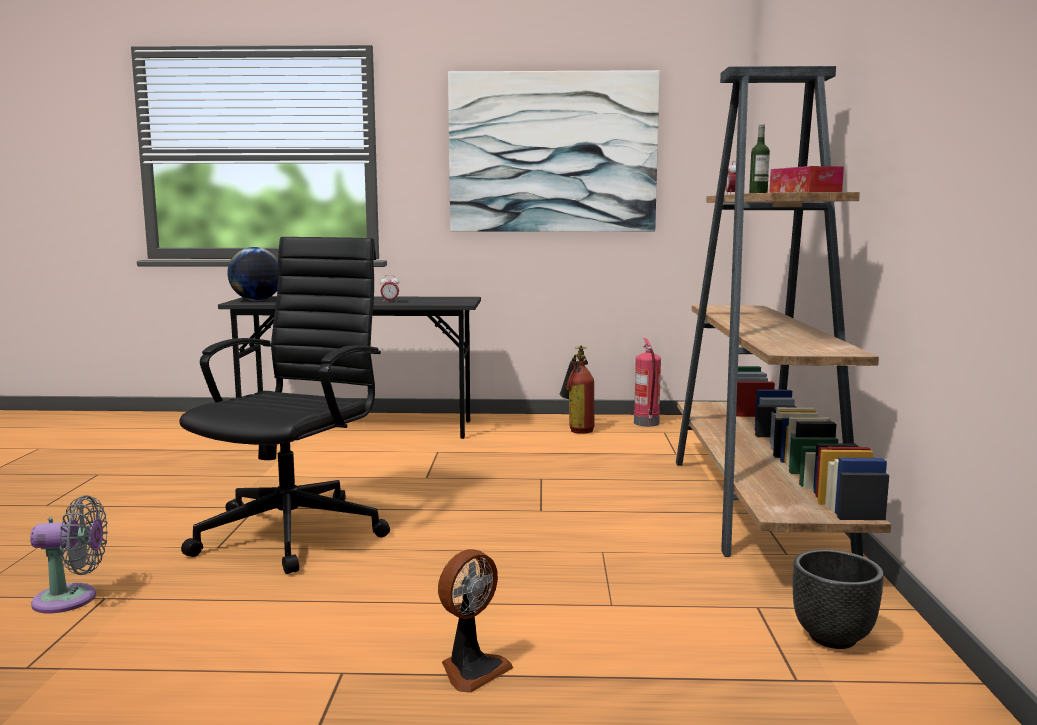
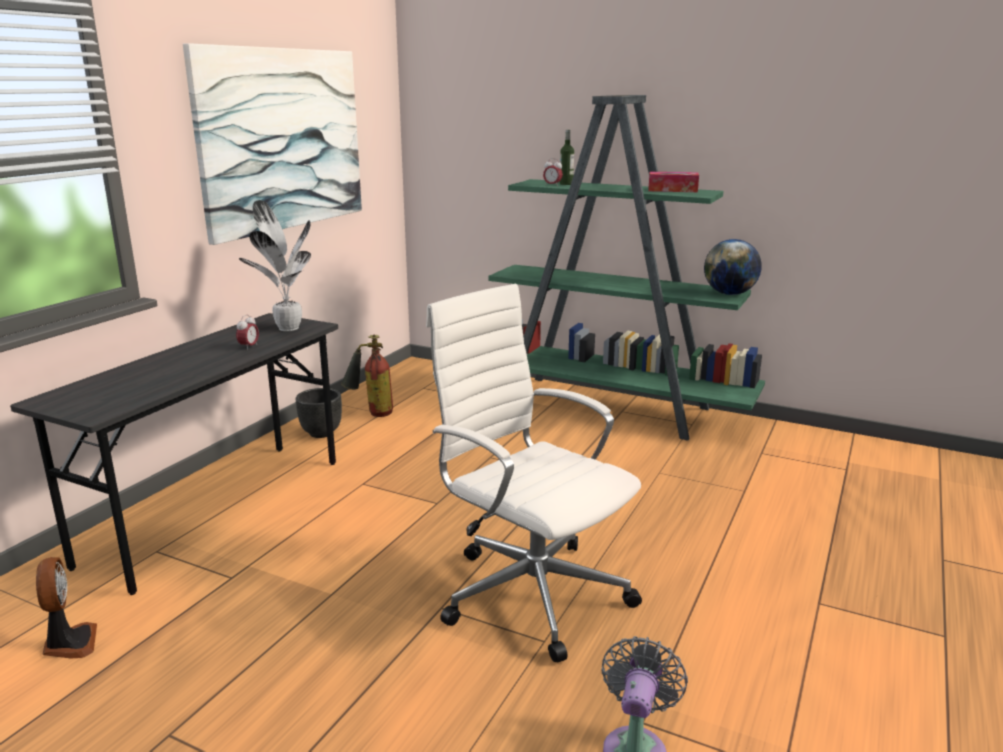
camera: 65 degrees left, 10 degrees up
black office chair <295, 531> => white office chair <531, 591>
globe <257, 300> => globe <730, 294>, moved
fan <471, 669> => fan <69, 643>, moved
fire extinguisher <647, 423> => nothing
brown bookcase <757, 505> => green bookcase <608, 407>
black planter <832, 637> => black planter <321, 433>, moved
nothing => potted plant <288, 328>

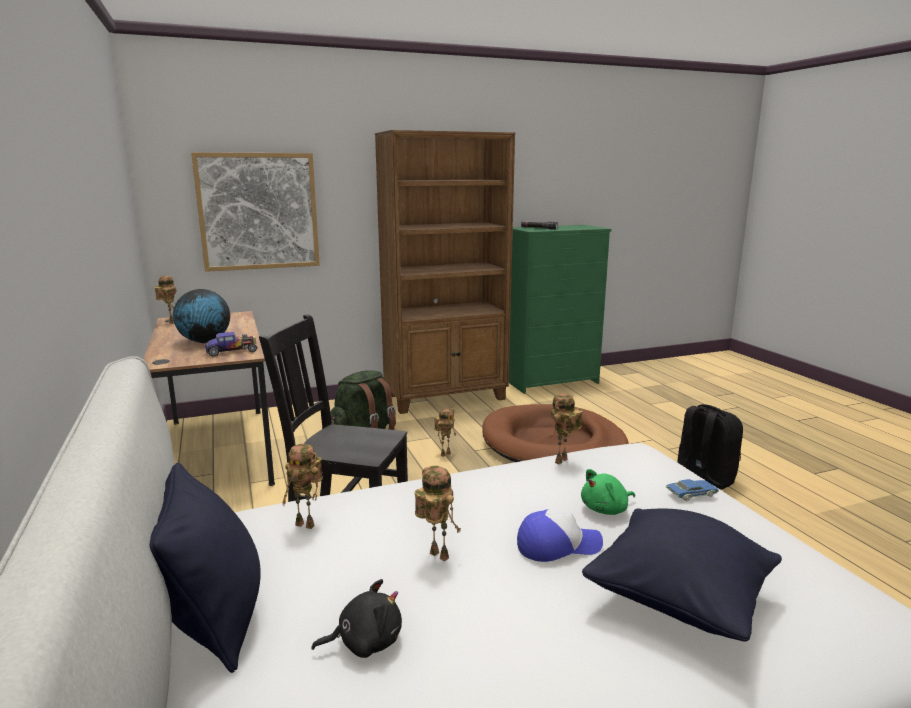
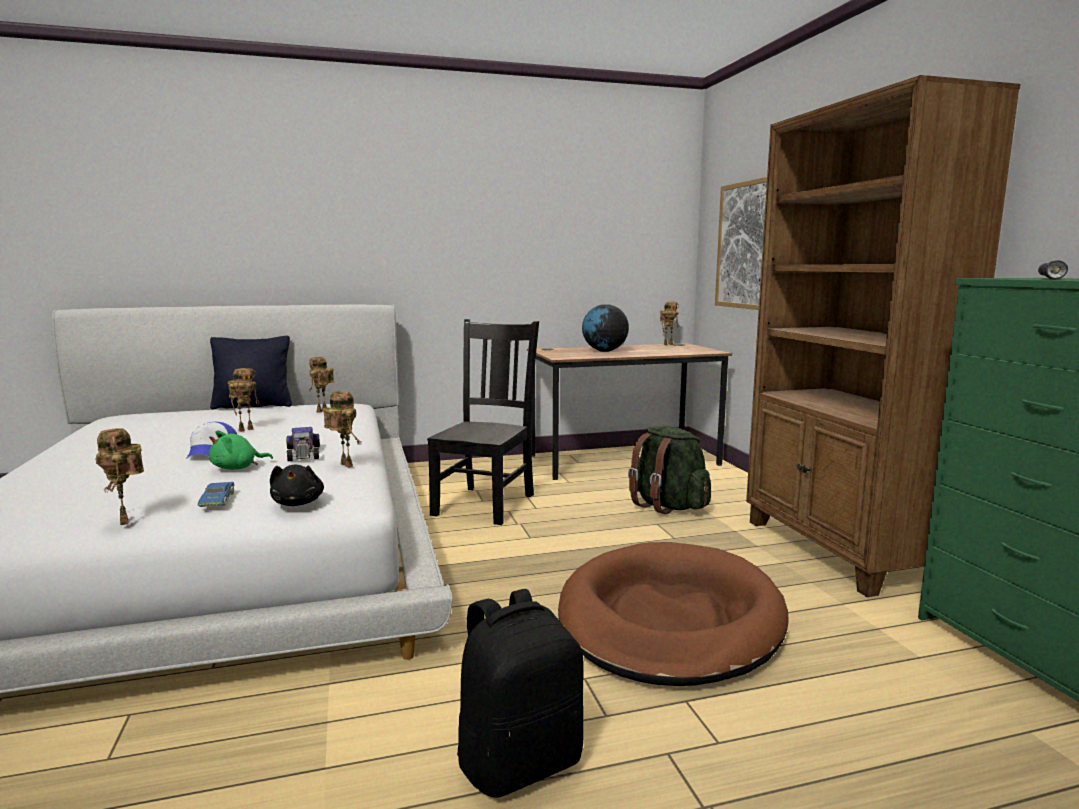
camera: 95 degrees right, 5 degrees down
toy car <232, 351> => toy car <303, 453>, moved
black plush toy <365, 642> => black plush toy <298, 503>, moved
toy robot <445, 454> => toy robot <127, 521>, moved
green plush toy <606, 509> => green plush toy <237, 468>, 105 degrees counterclockwise
black pillow <678, 602> => nothing

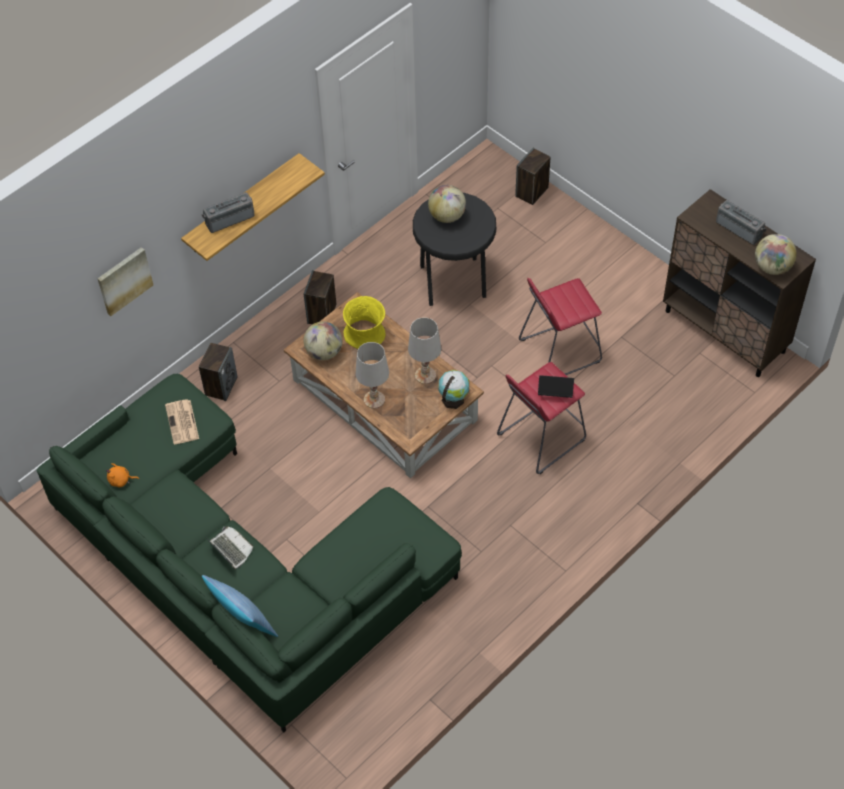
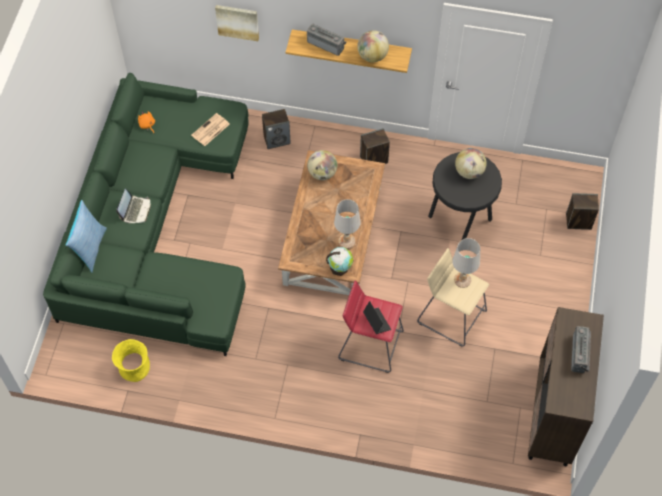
camera: 55 degrees right, 5 degrees up
yellow vase <365, 335> => yellow vase <134, 367>, moved
white table lamp <374, 399> => white table lamp <462, 280>, moved
red stool <559, 351> => beige stool <451, 316>
globe <772, 267> => globe <372, 56>, moved

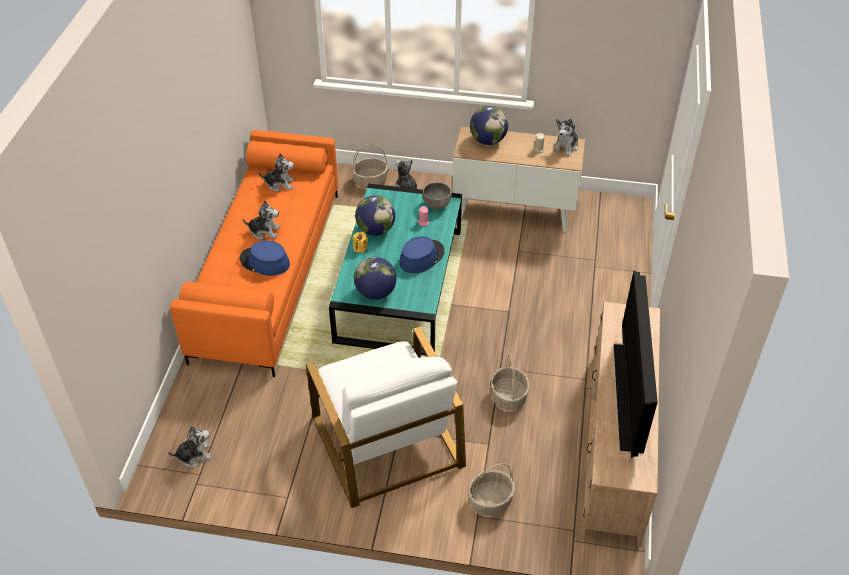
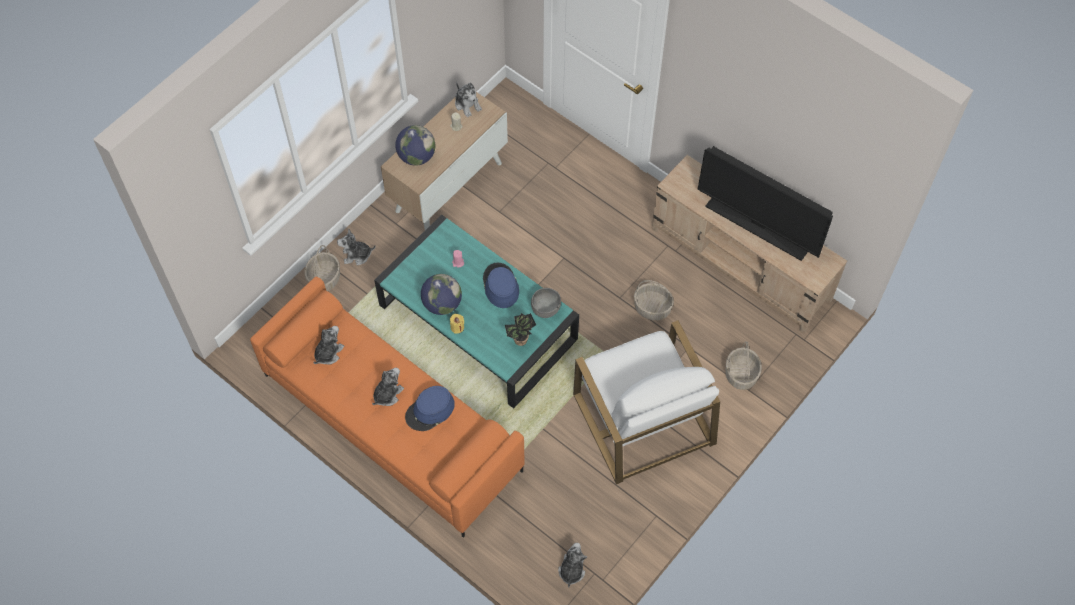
camera: 60 degrees left, 15 degrees up
white armchair <386, 440> => white armchair <642, 417>, 60 degrees clockwise
globe <375, 293> => potted plant <520, 341>
grey bowl <437, 205> => grey bowl <546, 309>, moved

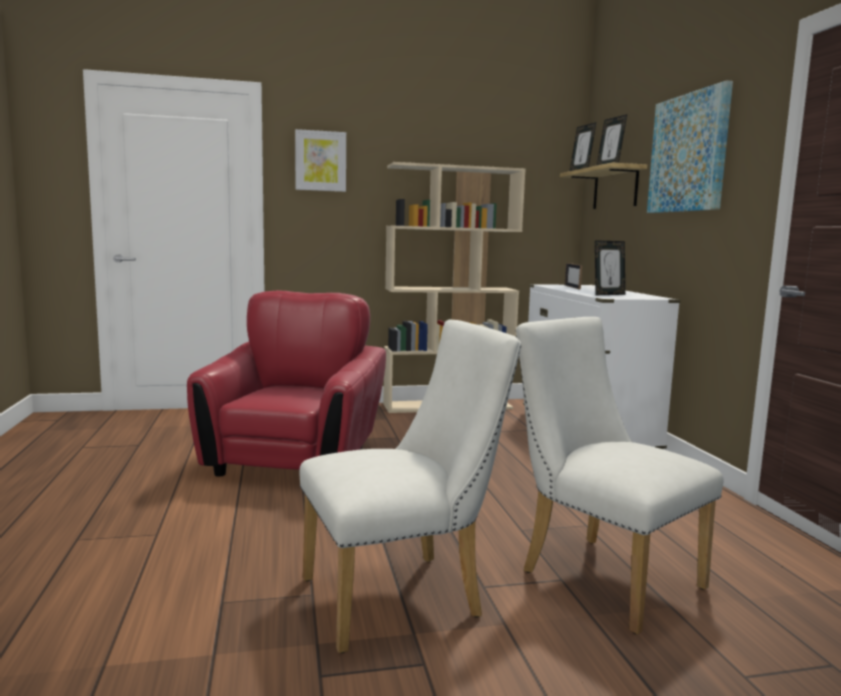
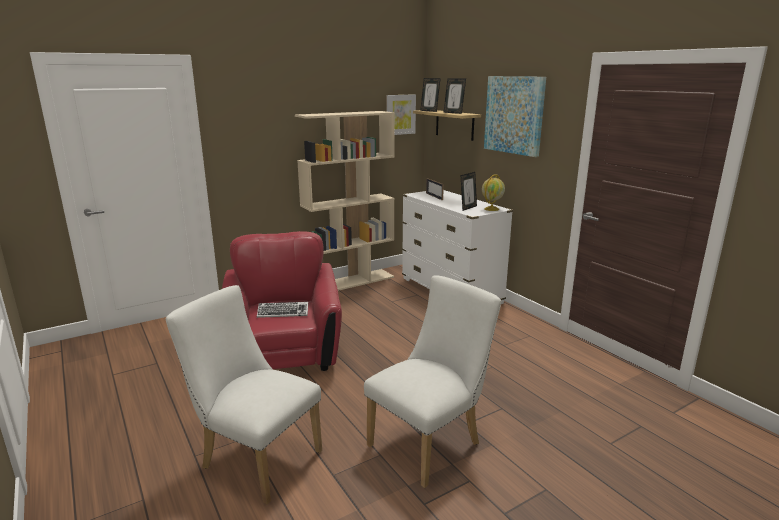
camera: 20 degrees left, 10 degrees up
picture <320, 161> => picture <400, 114>, moved
white chair <600, 575> => white chair <255, 457>, moved
nothing => keyboard <283, 313>
nothing => globe <491, 209>

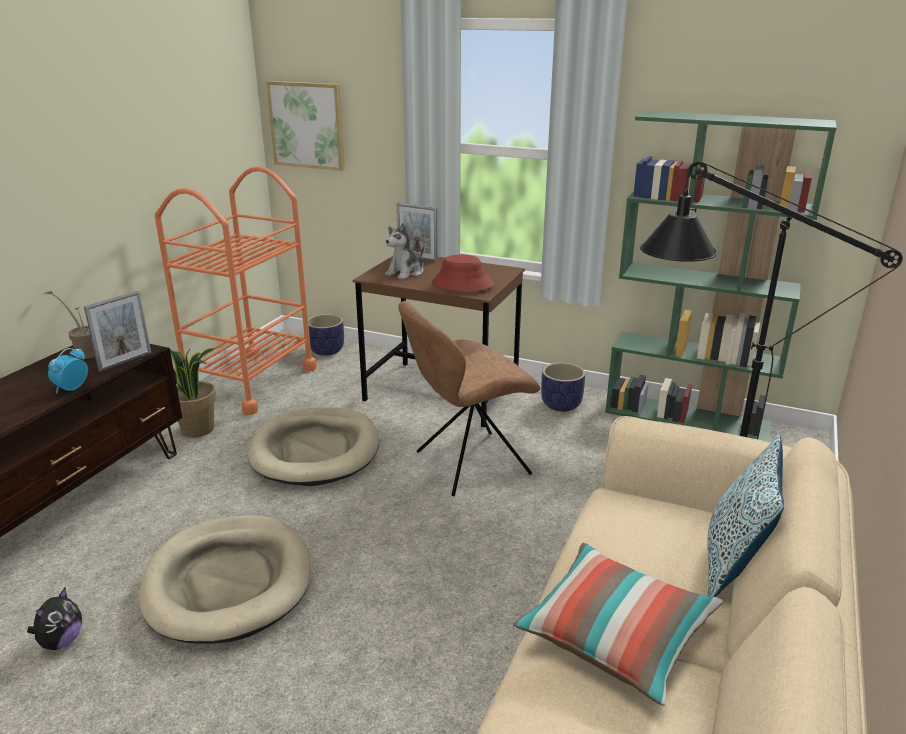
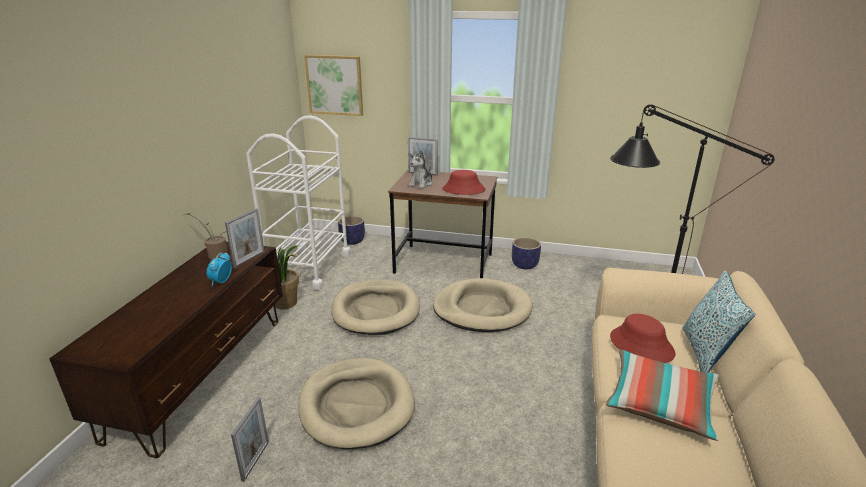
camera: 10 degrees left, 0 degrees up
plush toy <61, 641> => picture frame <255, 461>
orange cart <251, 382> => white cart <309, 267>
brown chair <468, 464> => beige dog bed <482, 309>
green bookcase <687, 417> => nothing
nothing => red hat <641, 345>

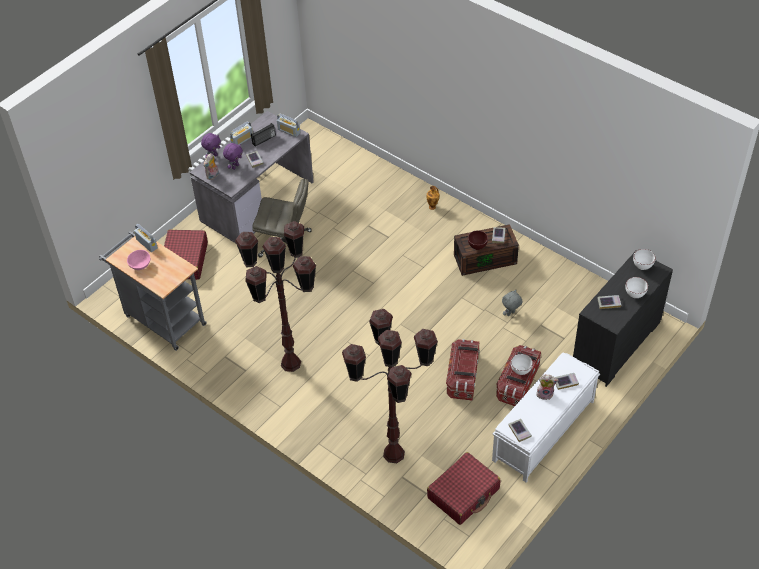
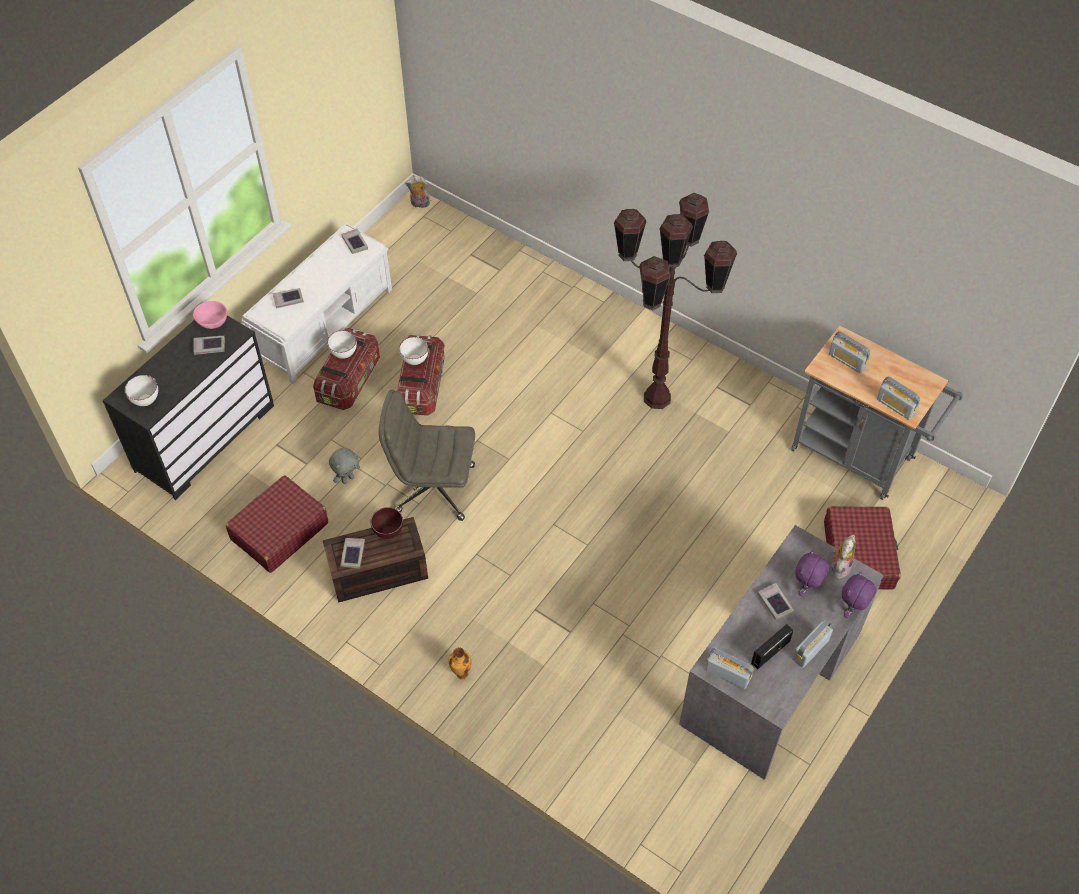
camera: 175 degrees right, 5 degrees up
pink bowl <140, 264> => pink bowl <213, 322>, moved
grey office chair <286, 244> => grey office chair <433, 489>, moved
brown floor lamp <393, 454> => nothing
red suitcase <463, 493> => red suitcase <279, 531>, moved
plush toy <545, 394> => plush toy <419, 204>, moved
white bowl <635, 295> => white bowl <415, 361>, moved
nothing => radio <847, 360>

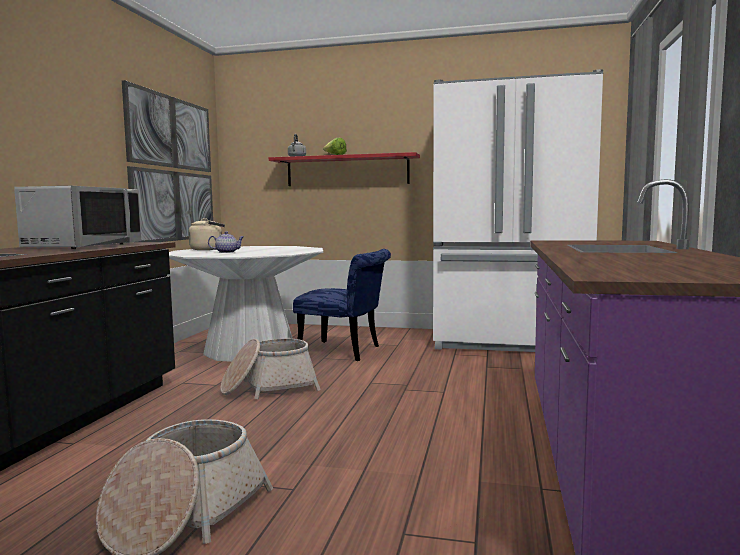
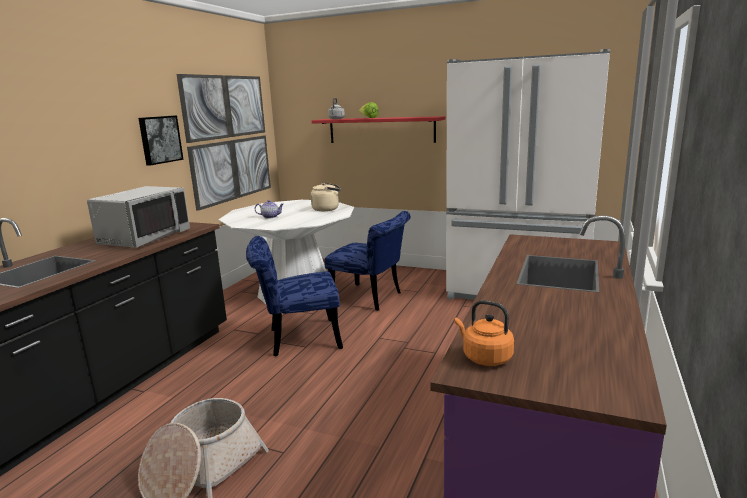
camera: 10 degrees right, 10 degrees up
beige kettle <208, 249> => beige kettle <327, 209>, moved
basket <269, 387> => blue chair <297, 339>
nothing => picture <159, 139>
nothing => orange kettle <484, 357>

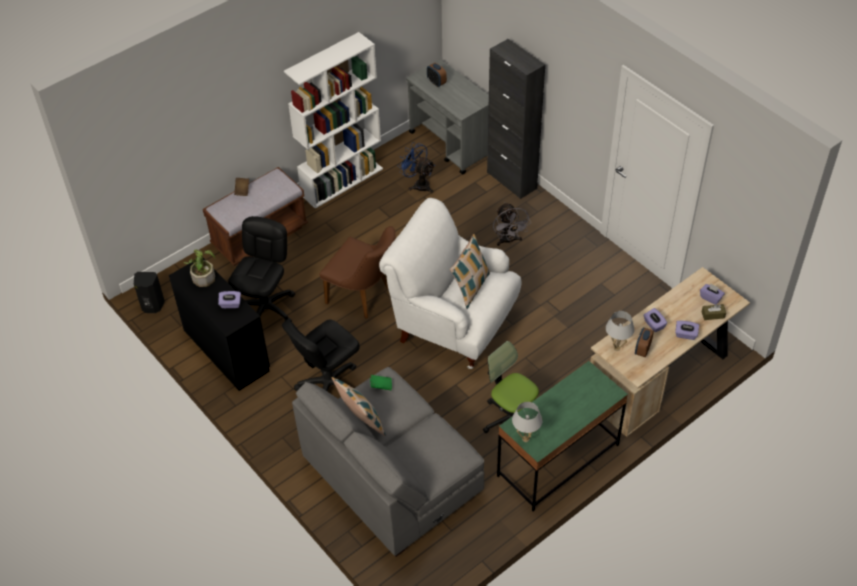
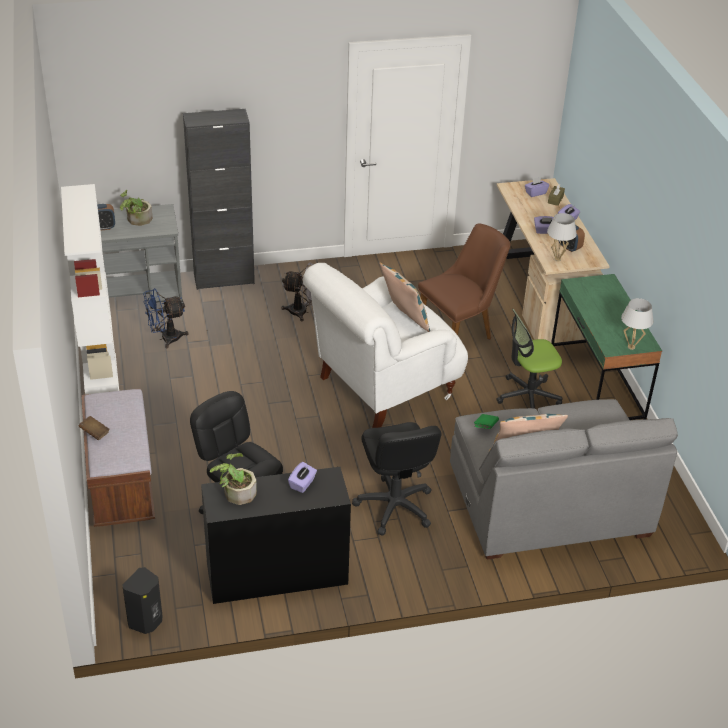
camera: 65 degrees left, 10 degrees down
brown chair <364, 296> => brown chair <461, 331>, moved
nothing => potted plant <136, 220>

